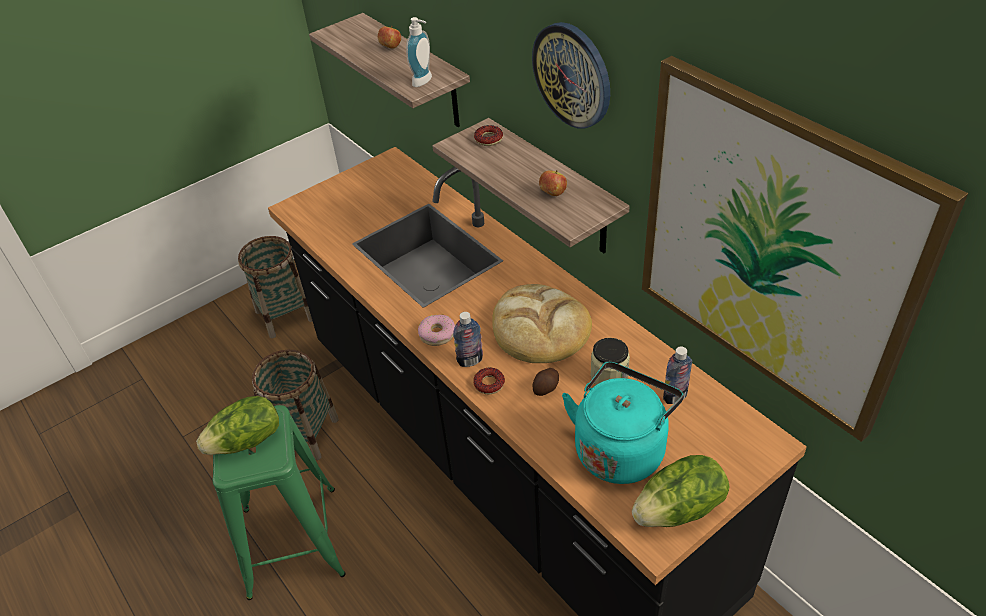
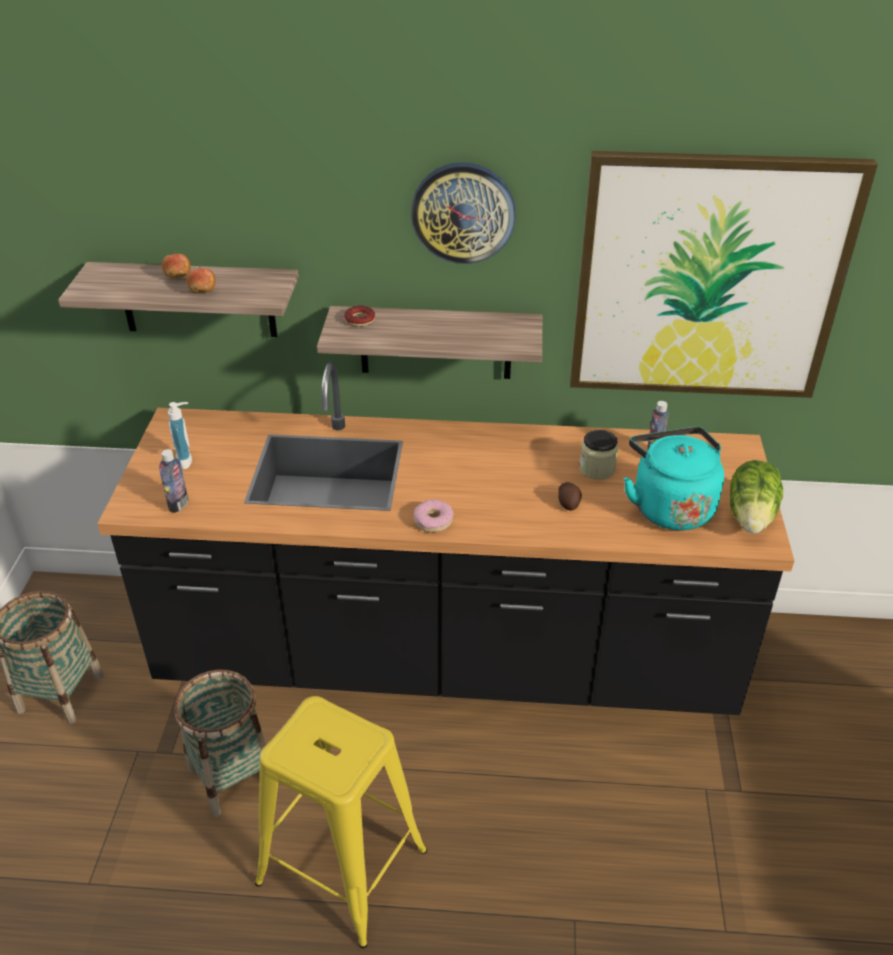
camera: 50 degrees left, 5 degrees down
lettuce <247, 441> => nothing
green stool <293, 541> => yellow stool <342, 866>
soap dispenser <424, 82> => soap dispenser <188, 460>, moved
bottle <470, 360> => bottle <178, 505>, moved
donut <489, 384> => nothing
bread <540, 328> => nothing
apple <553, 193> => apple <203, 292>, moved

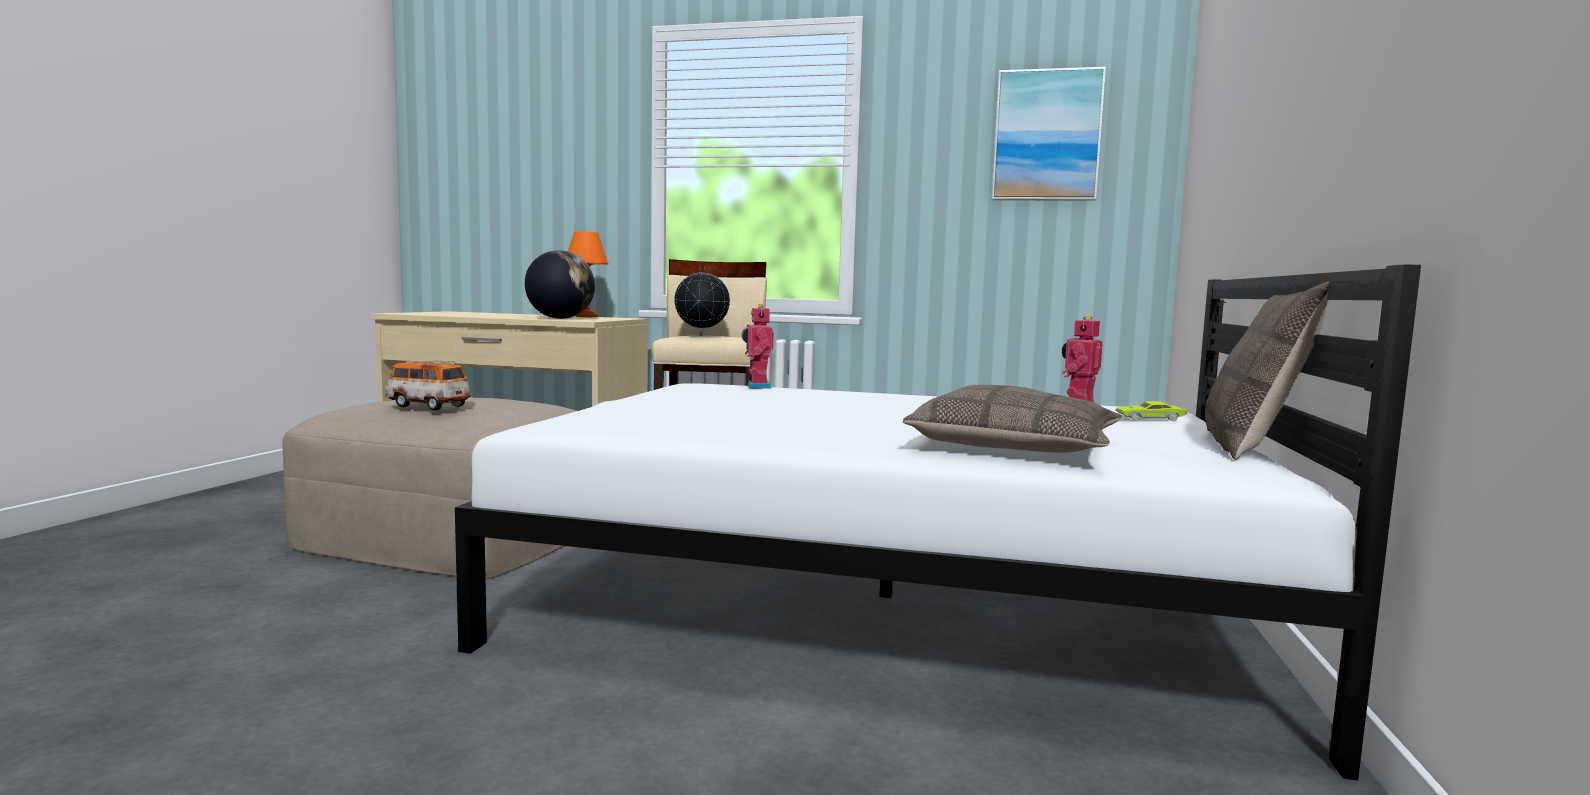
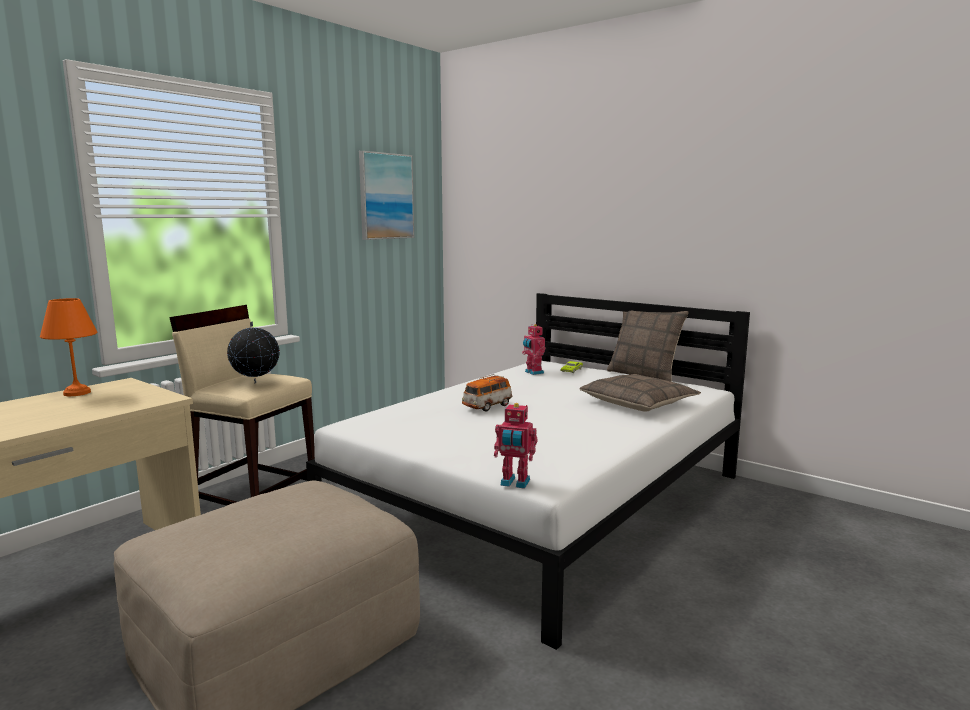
camera: 65 degrees left, 5 degrees up
toy car <428, 406> => toy car <487, 406>, moved
globe <560, 318> => nothing
toy robot <756, 386> => toy robot <514, 483>, moved

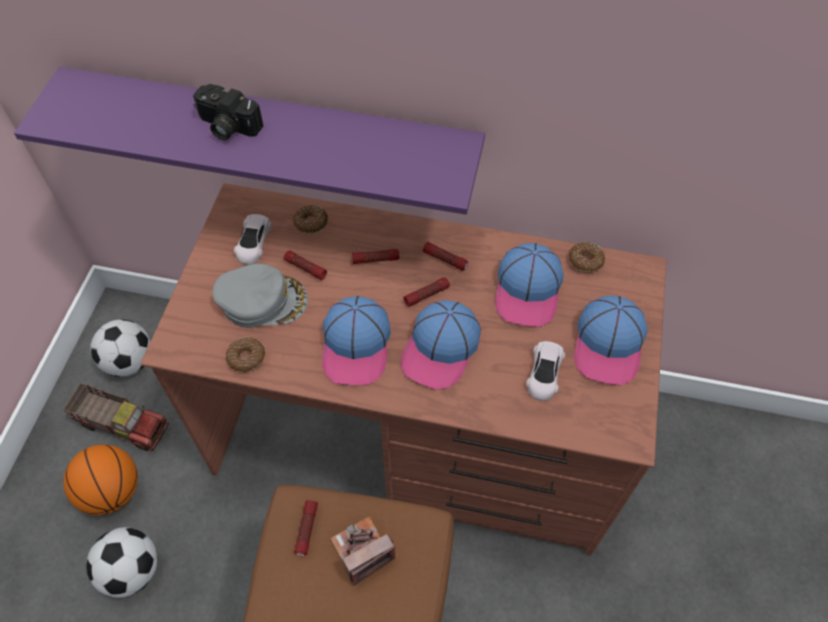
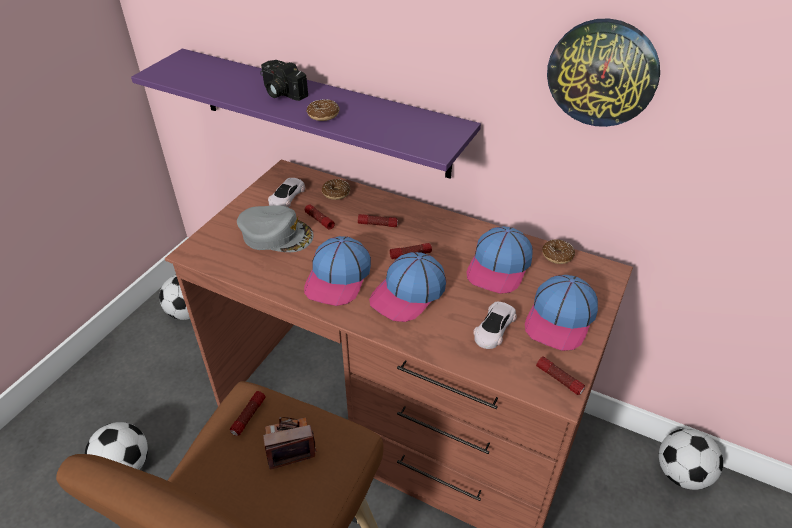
camera: 15 degrees right, 15 degrees down
toy truck <123, 424> => nothing
basketball <112, 491> => nothing
donut <246, 358> => donut <323, 115>, moved
flashlight <445, 259> => flashlight <559, 379>, moved
nothing => wall clock <602, 73>
nothing => football <681, 474>

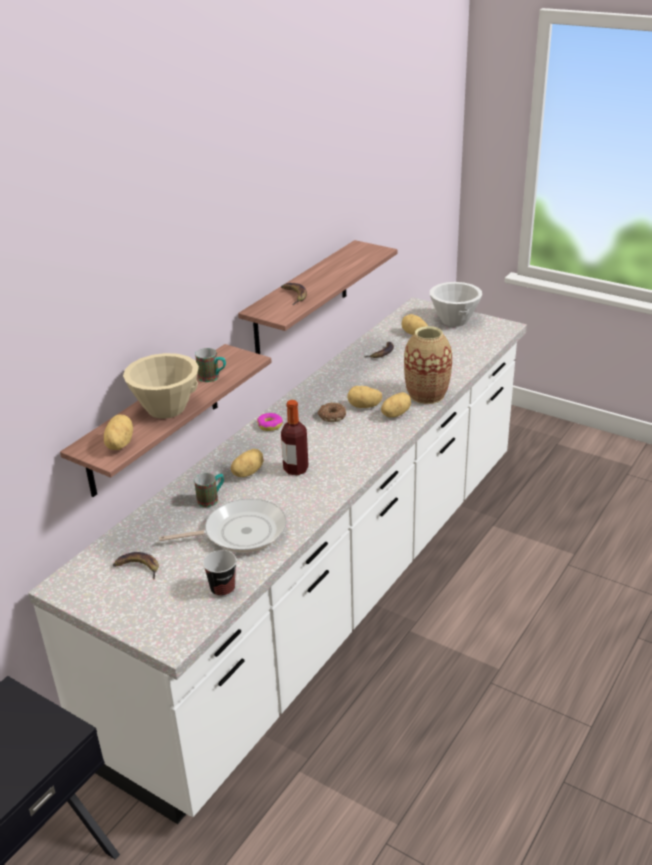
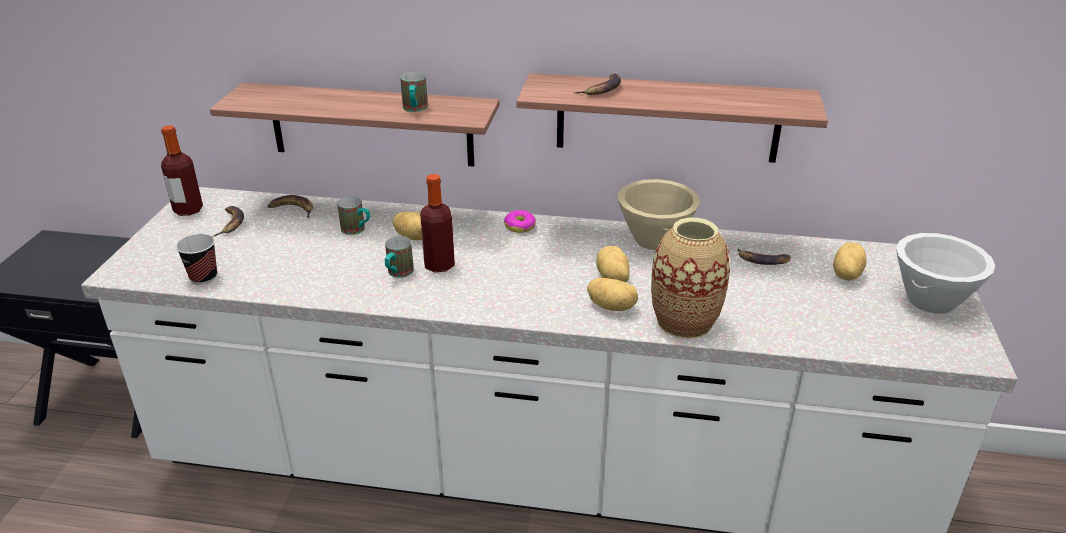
camera: 65 degrees right, 0 degrees up
potato <118, 444> => nothing
beige bowl <166, 408> => beige bowl <655, 239>, moved
frying pan <240, 532> => nothing
donut <331, 416> => nothing
nothing => bottle <188, 210>
nothing => banana <292, 209>
nothing => mug <398, 274>

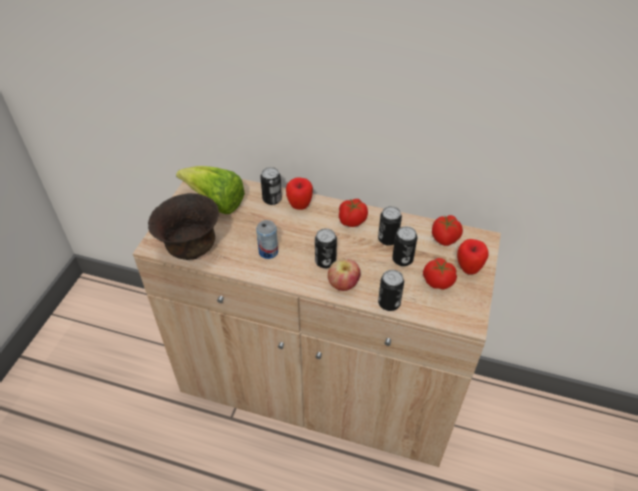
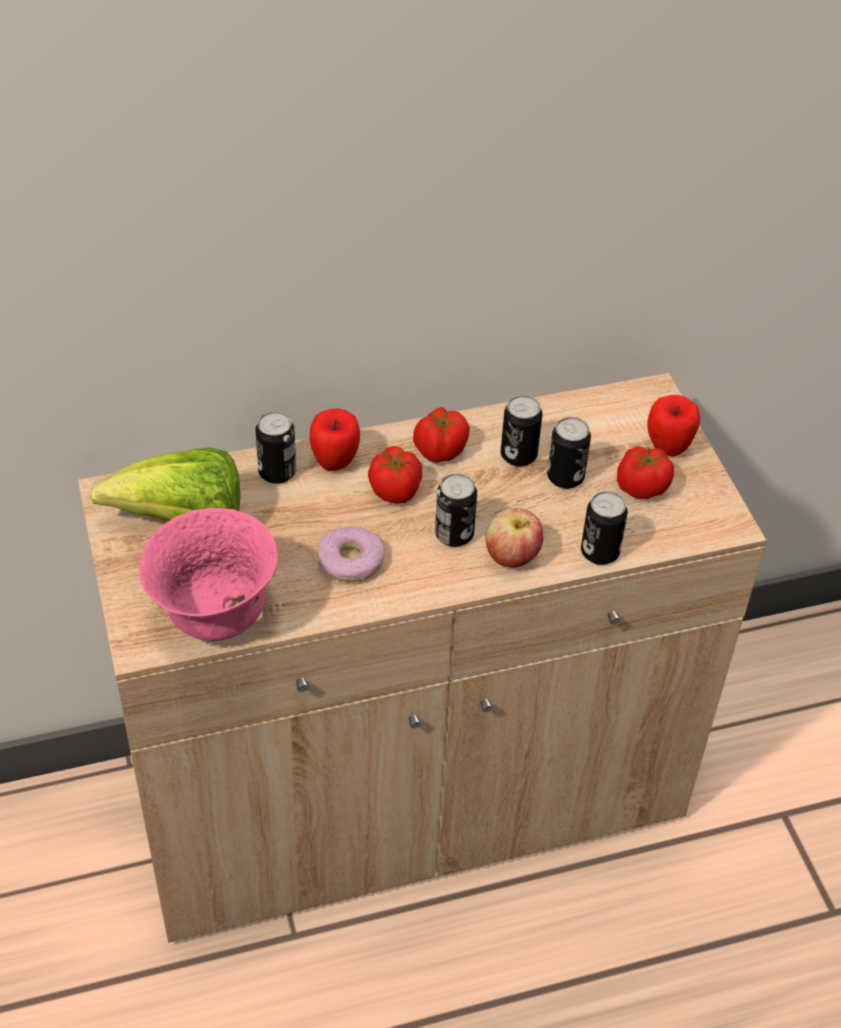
camera: 35 degrees left, 0 degrees up
brown bowl <191, 249> => pink bowl <215, 618>
can <268, 252> => donut <351, 562>
tomato <445, 239> => tomato <395, 491>, moved

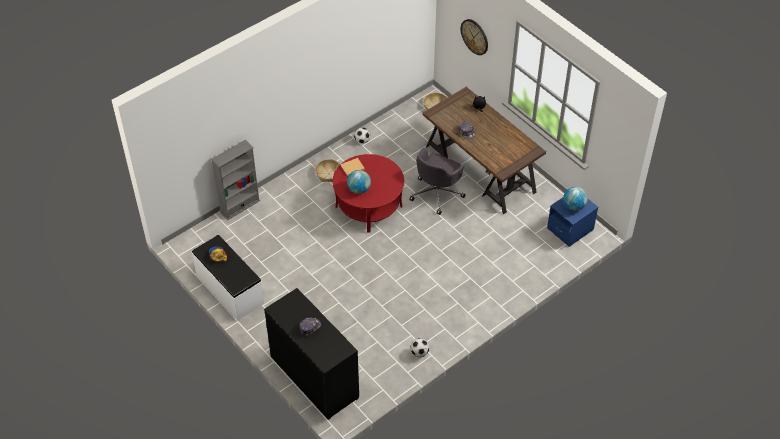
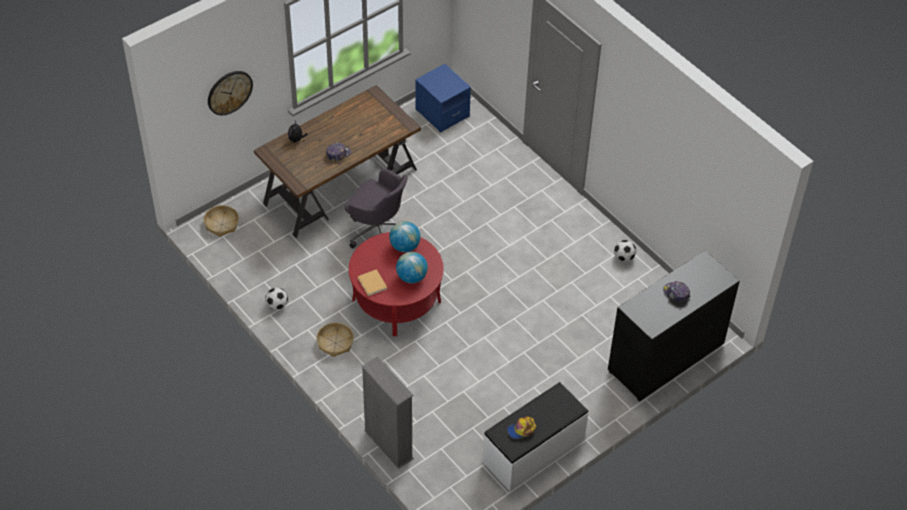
camera: 90 degrees left, 0 degrees up
globe <574, 206> => globe <404, 246>, moved

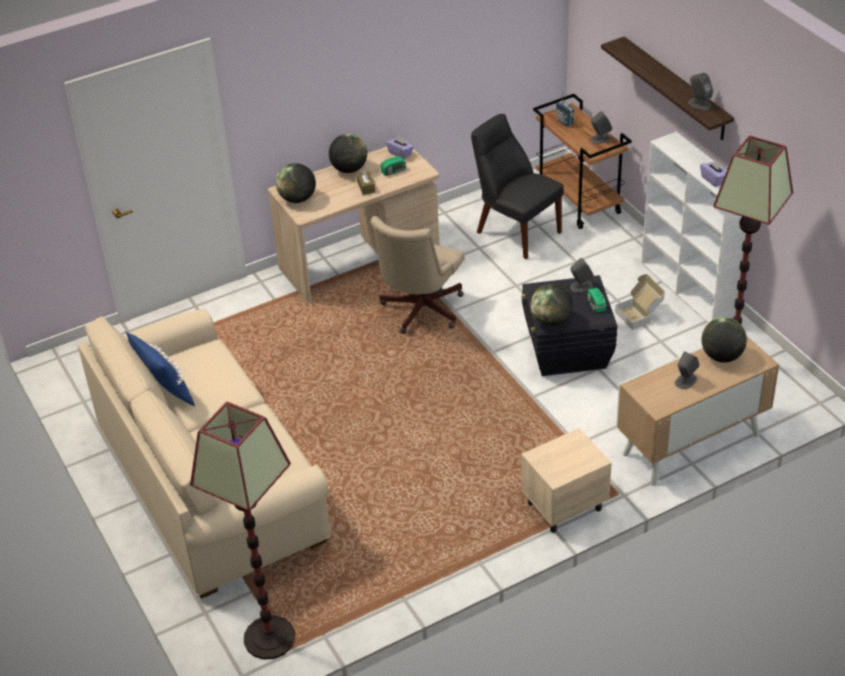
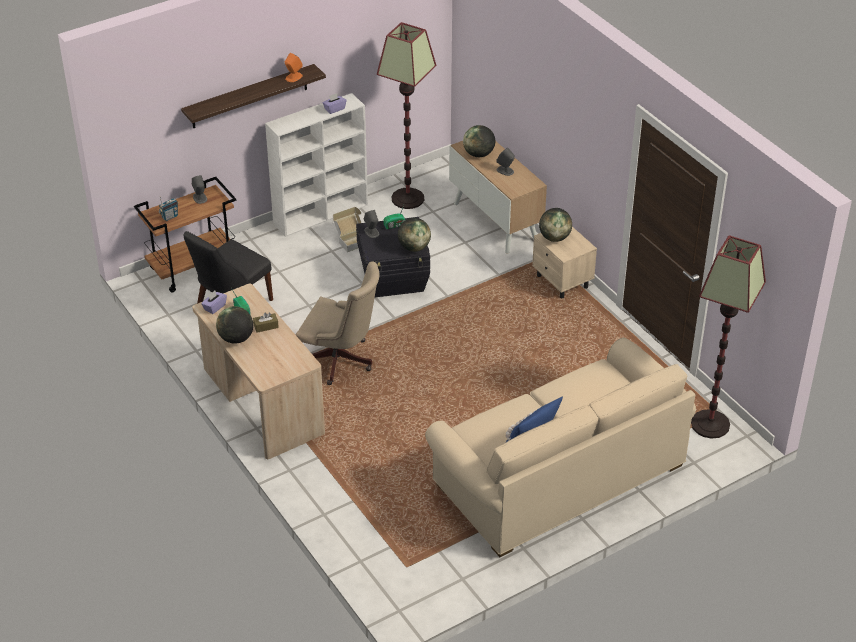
camera: 95 degrees left, 0 degrees up
globe <297, 199> => globe <554, 238>, moved
grey speaker <699, 104> => orange speaker <293, 77>

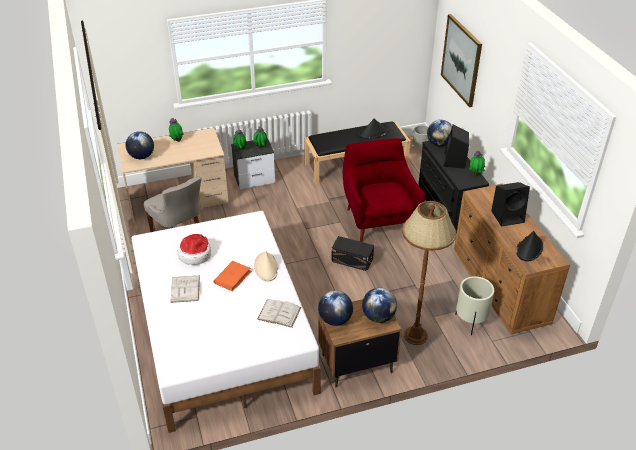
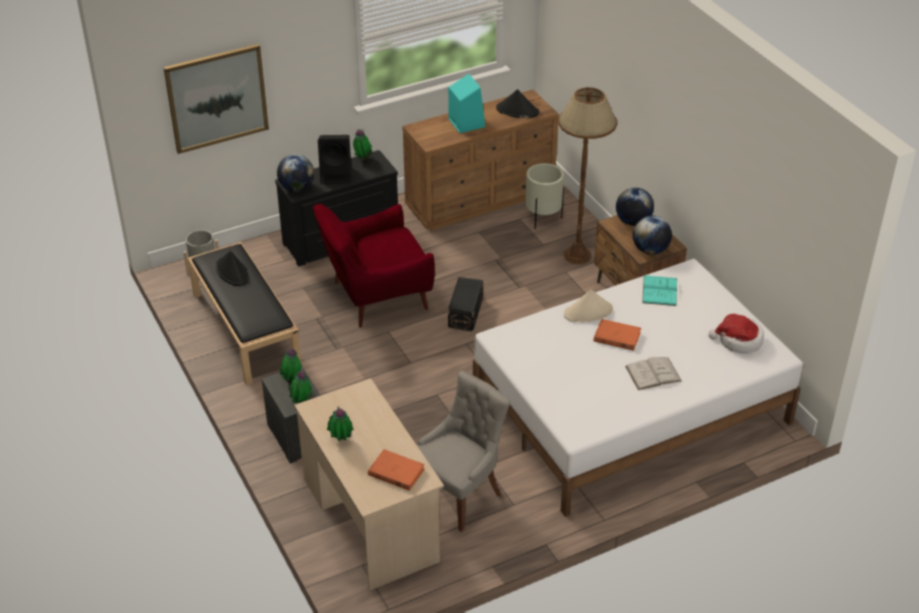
camera: 100 degrees left, 0 degrees up
globe <142, 156> => orange book <396, 472>
hat <195, 254> => hat <738, 341>, moved
white book <279, 313> => turquoise book <659, 290>
black speaker <508, 216> => turquoise speaker <466, 122>

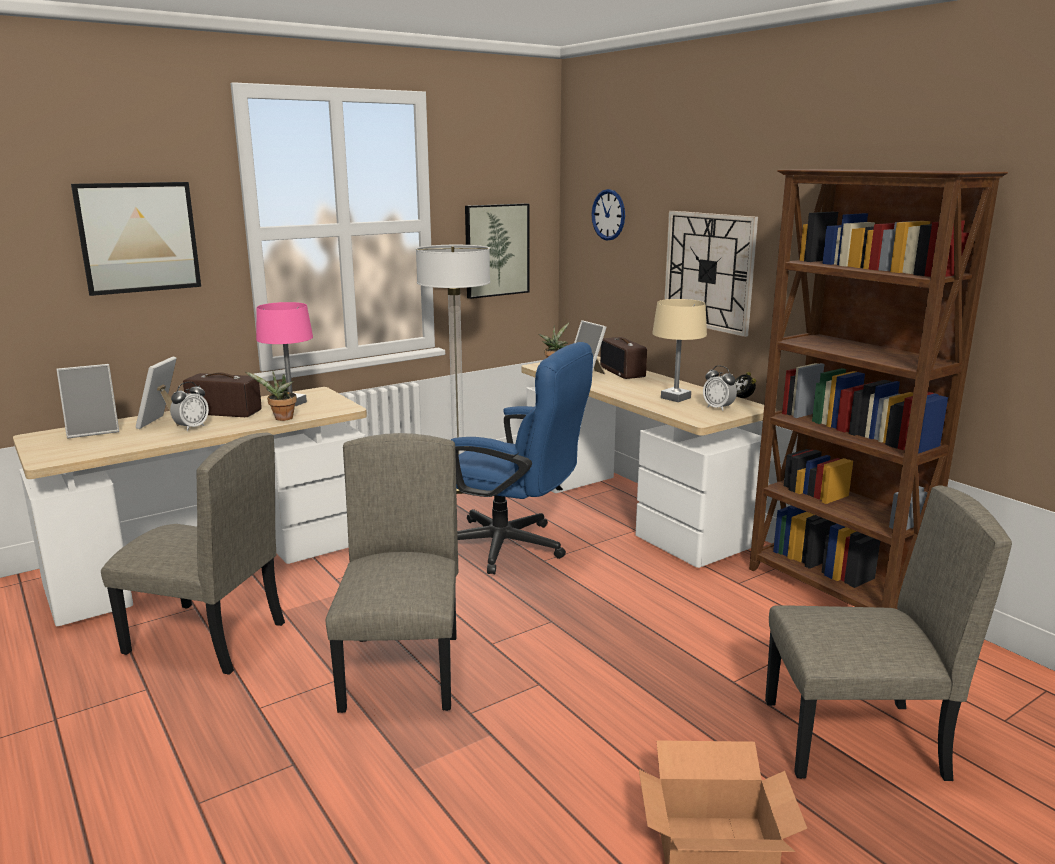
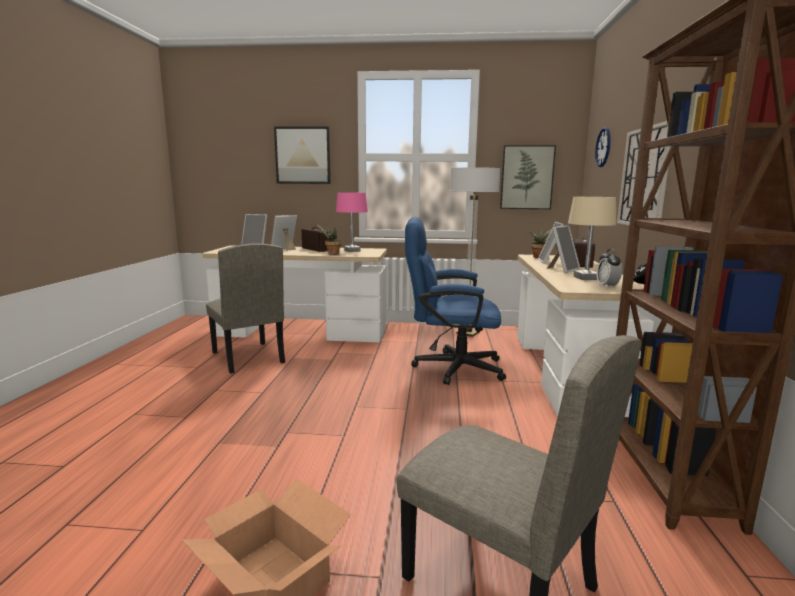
camera: 40 degrees right, 5 degrees down
alarm clock <192, 427> => nothing
beige chair <403, 672> => nothing
blue office chair <513, 548> => blue office chair <449, 367>, 120 degrees clockwise
nothing => picture frame <562, 270>

